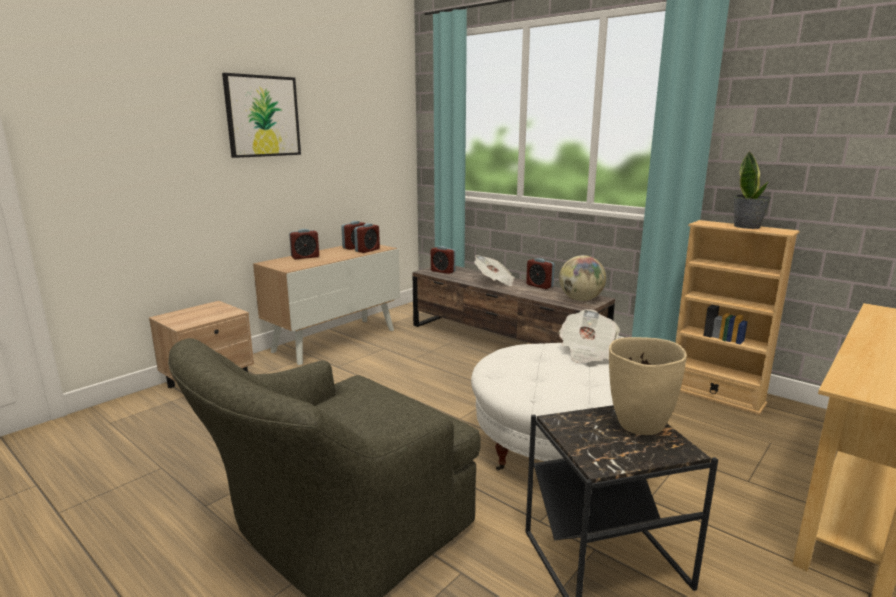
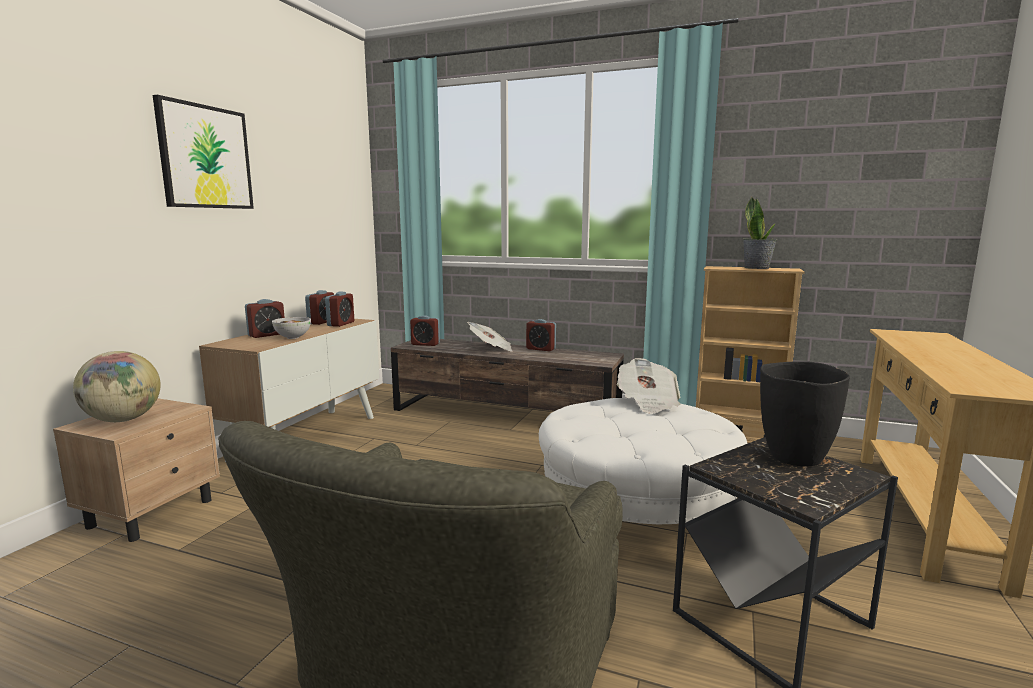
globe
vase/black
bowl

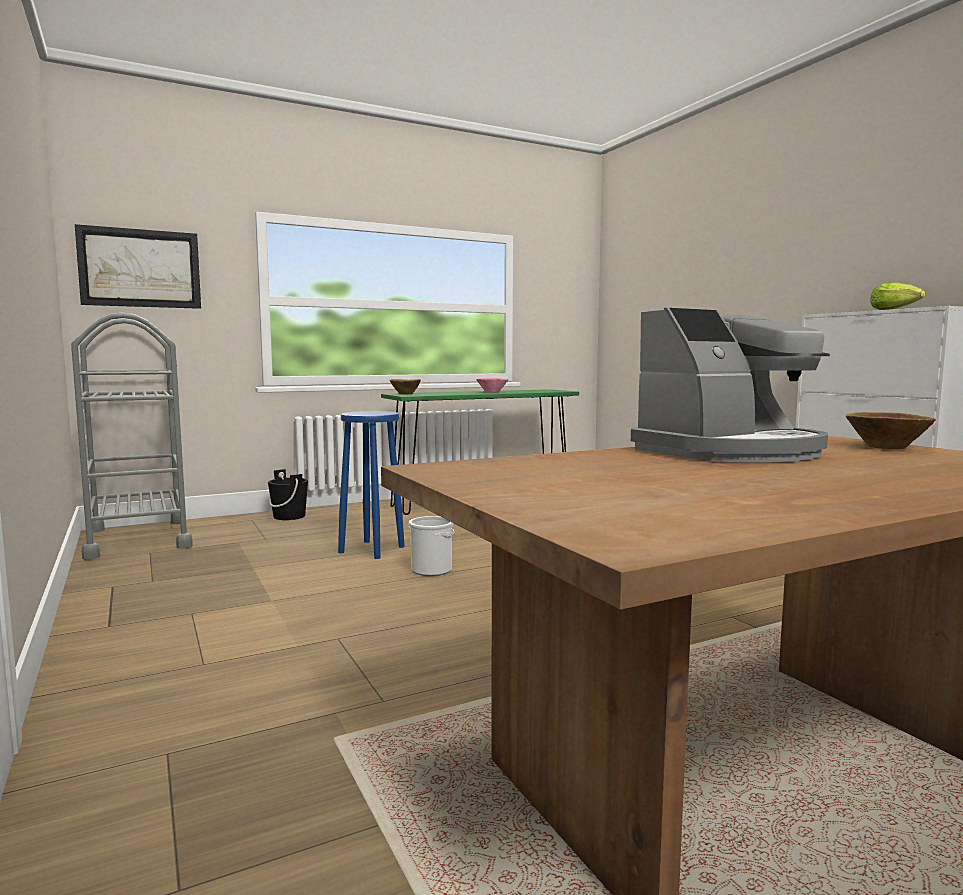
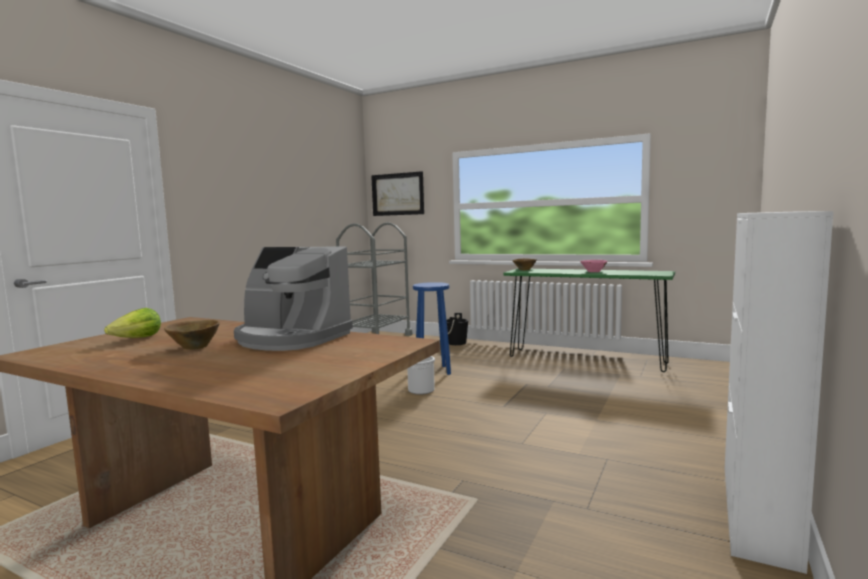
lettuce
bowl/brown (1st from left)

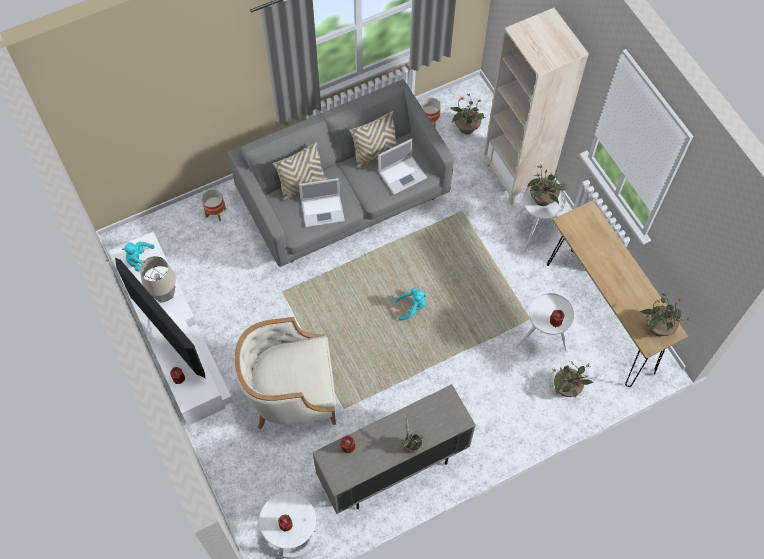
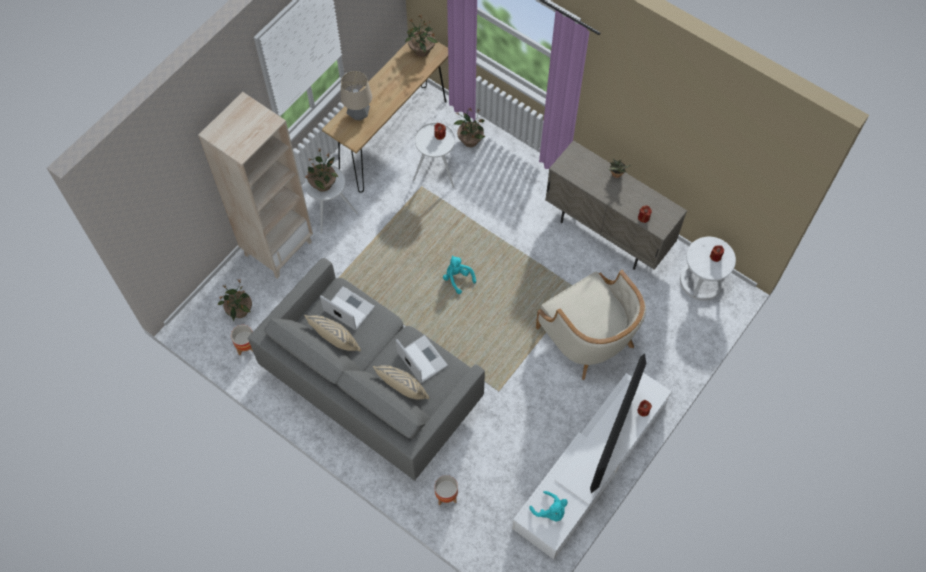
table lamp

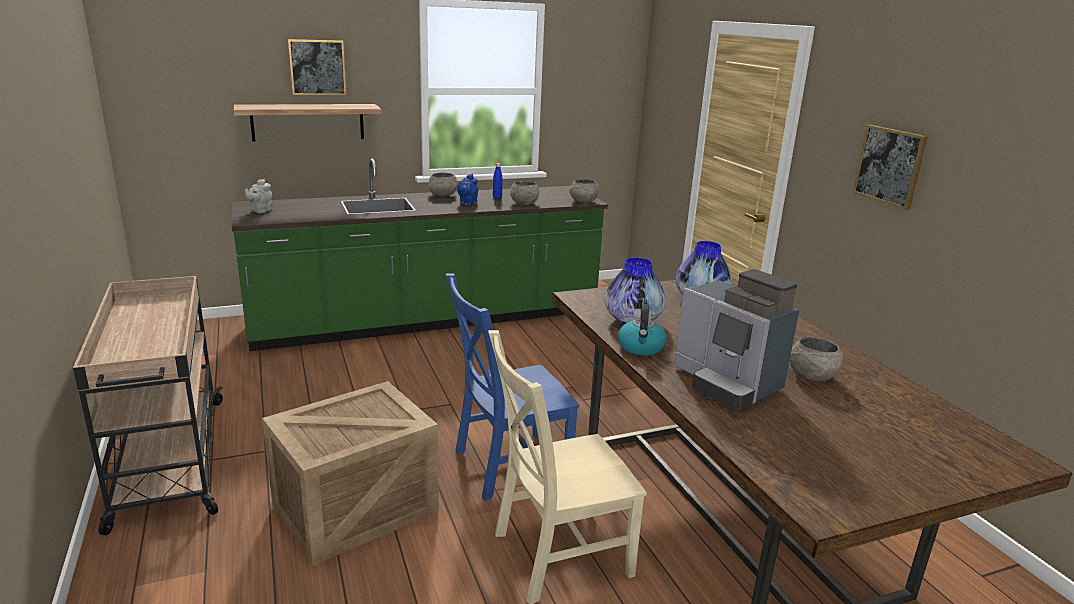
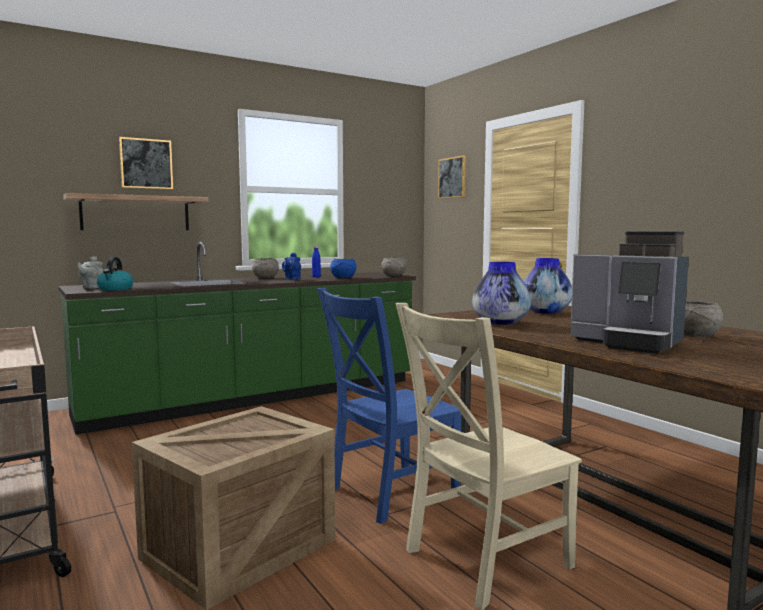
picture (2nd from left)
bowl/blue
kettle

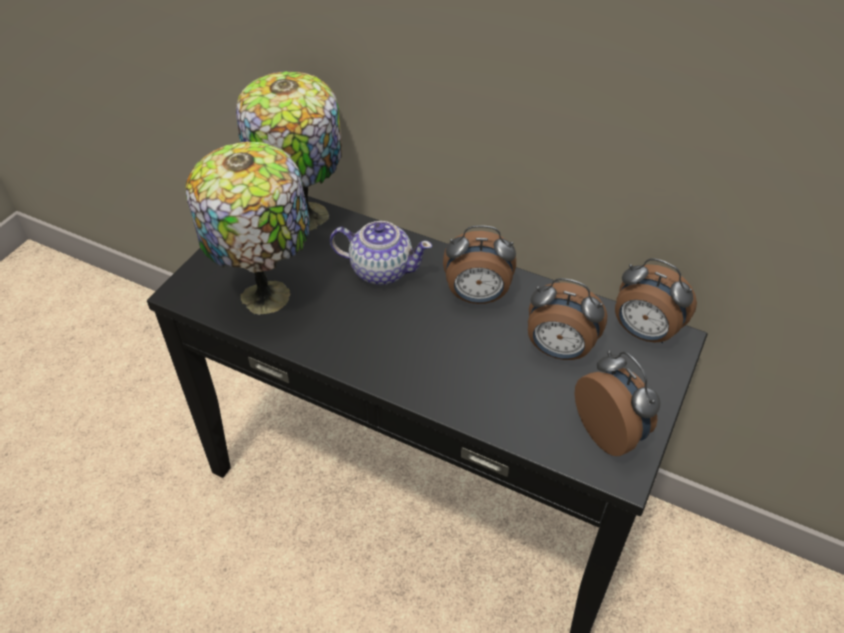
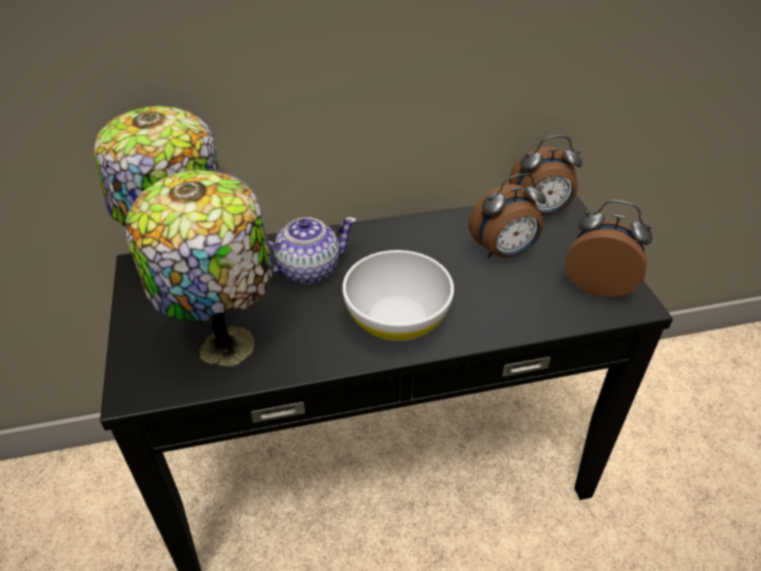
alarm clock (1st from left in the first image)
bowl/white

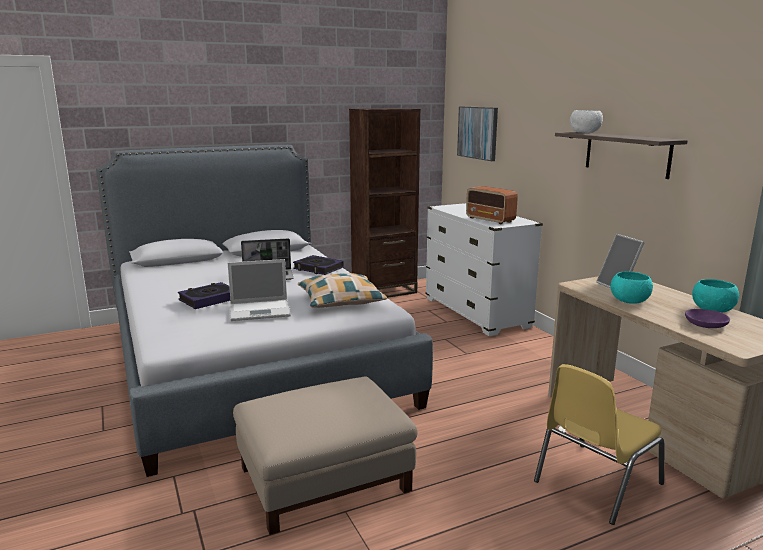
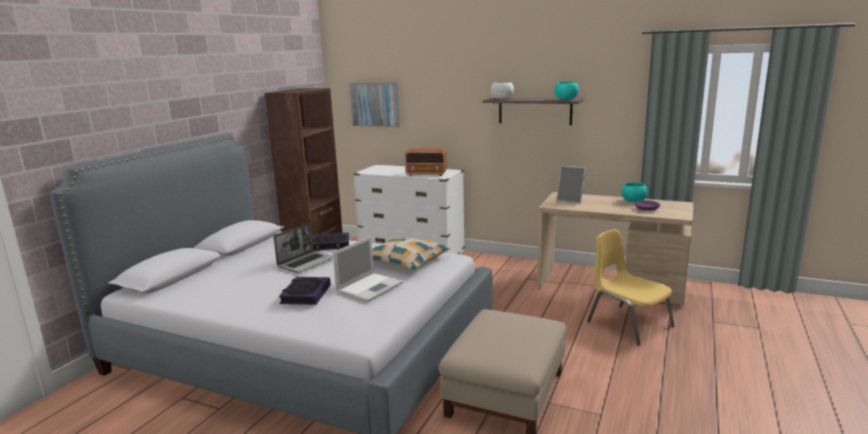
bowl/turquoise (1st from left)
chair/yellow

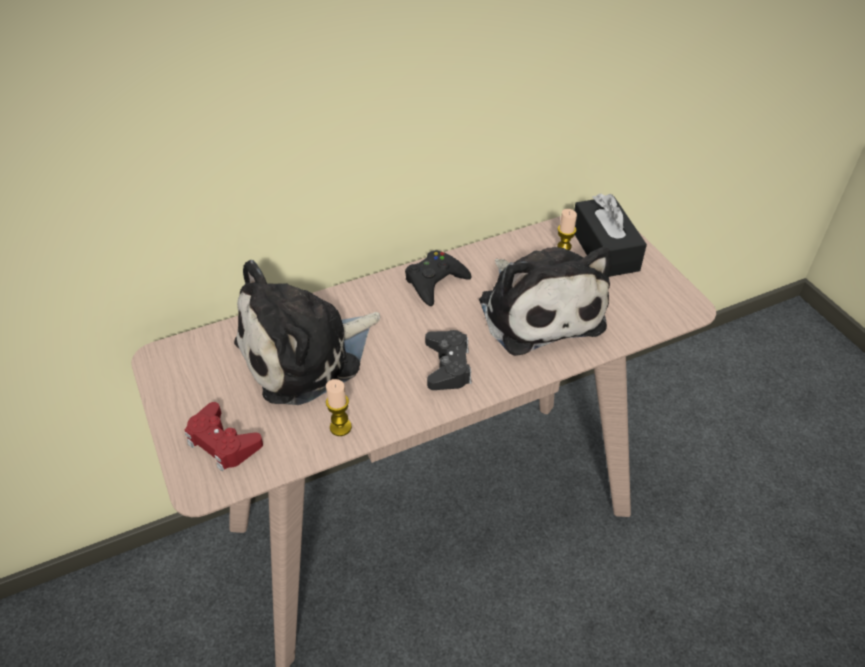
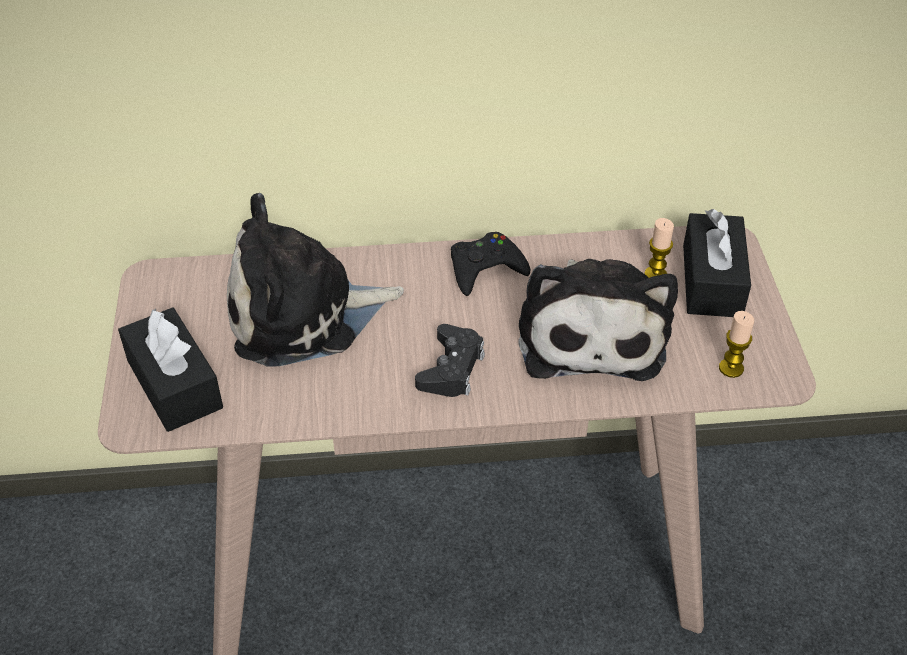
candle (2nd from left)
tissue box/black (1st from left)

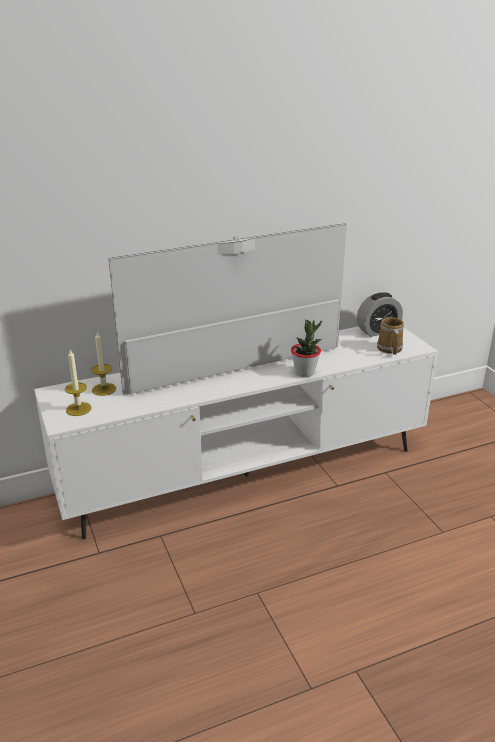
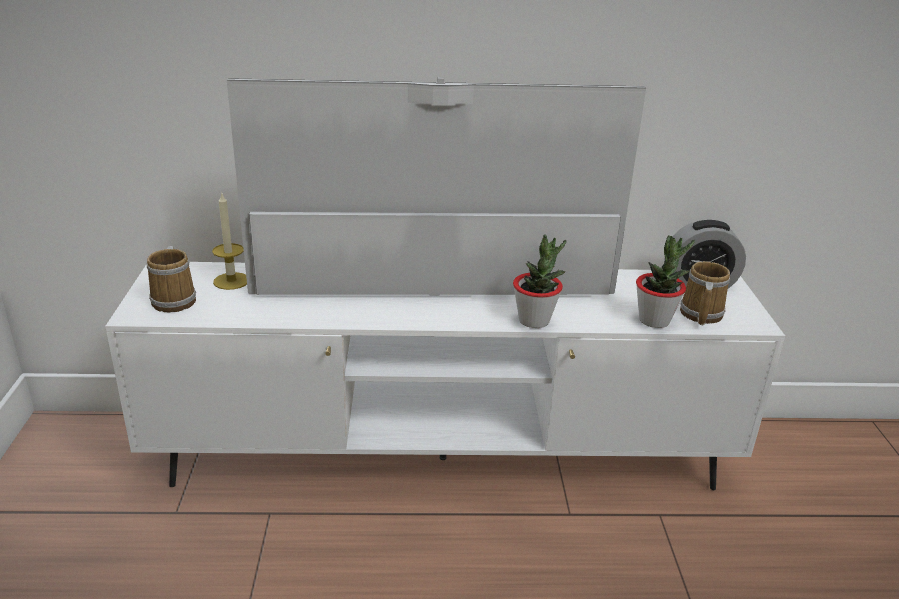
mug (1st from left)
potted plant (2nd from left)

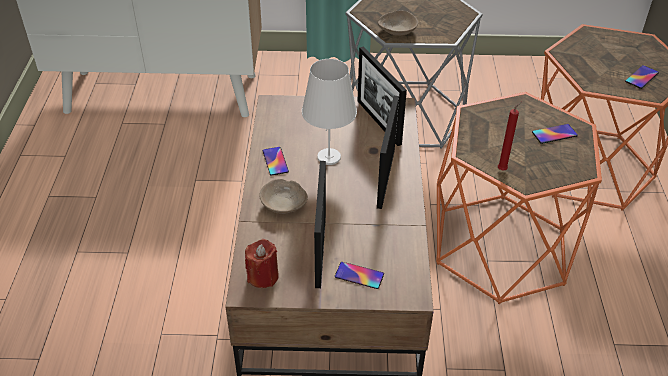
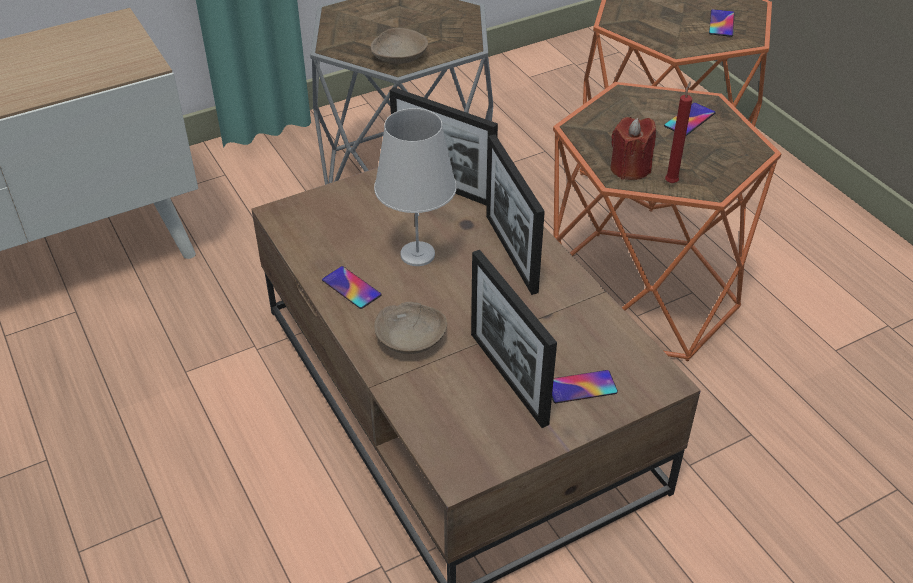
candle/red (1st from left)

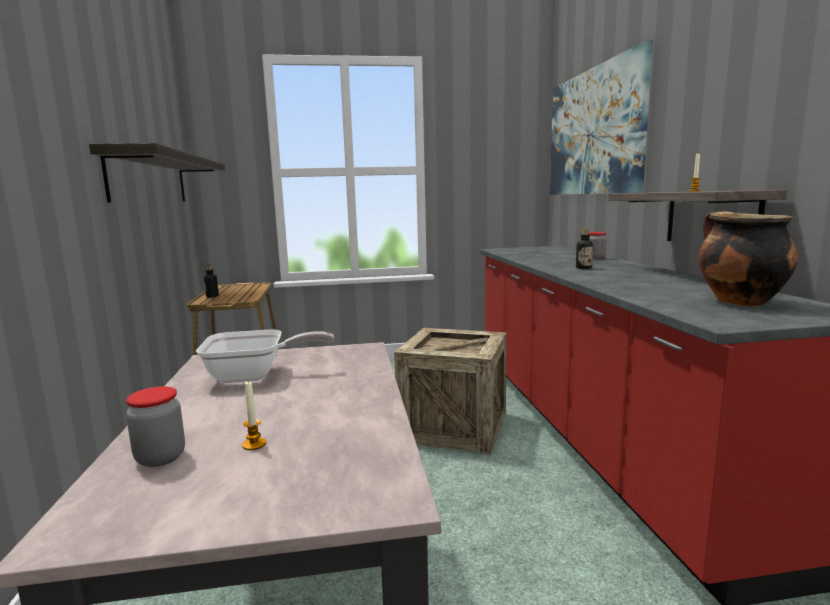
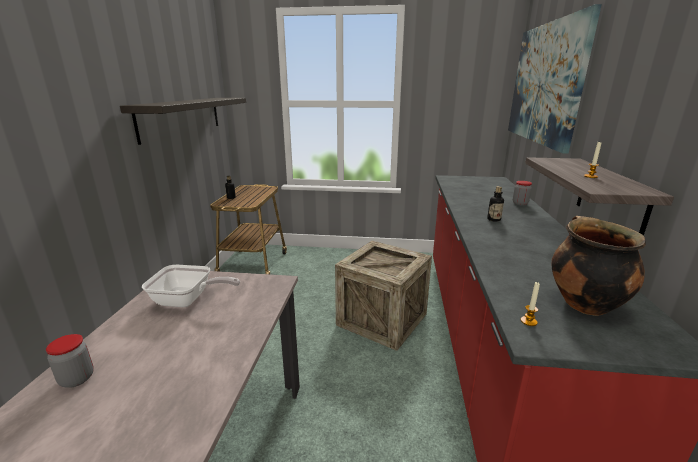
candle (1st from left)

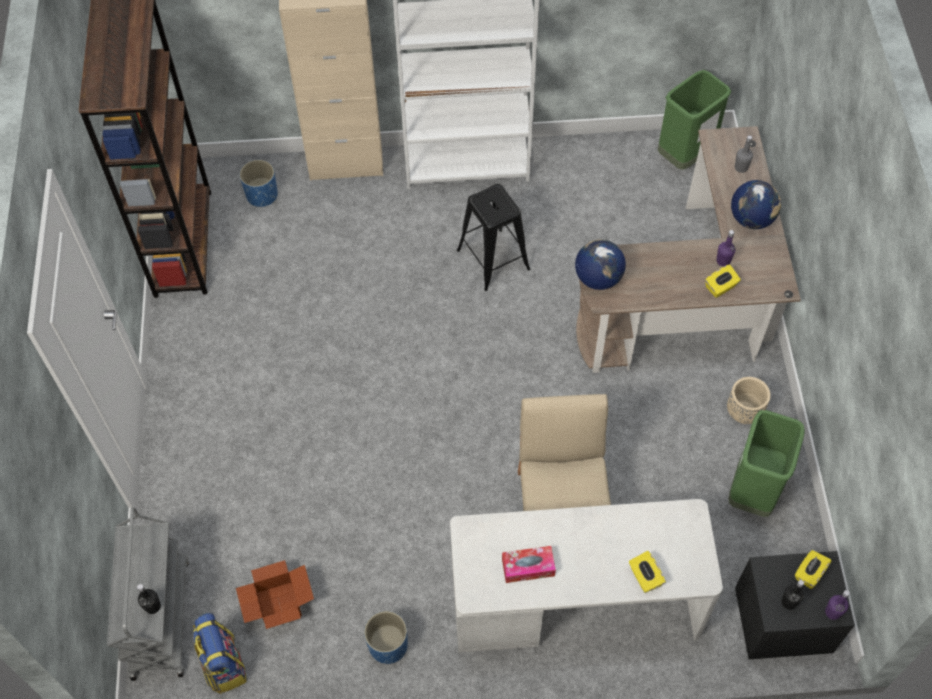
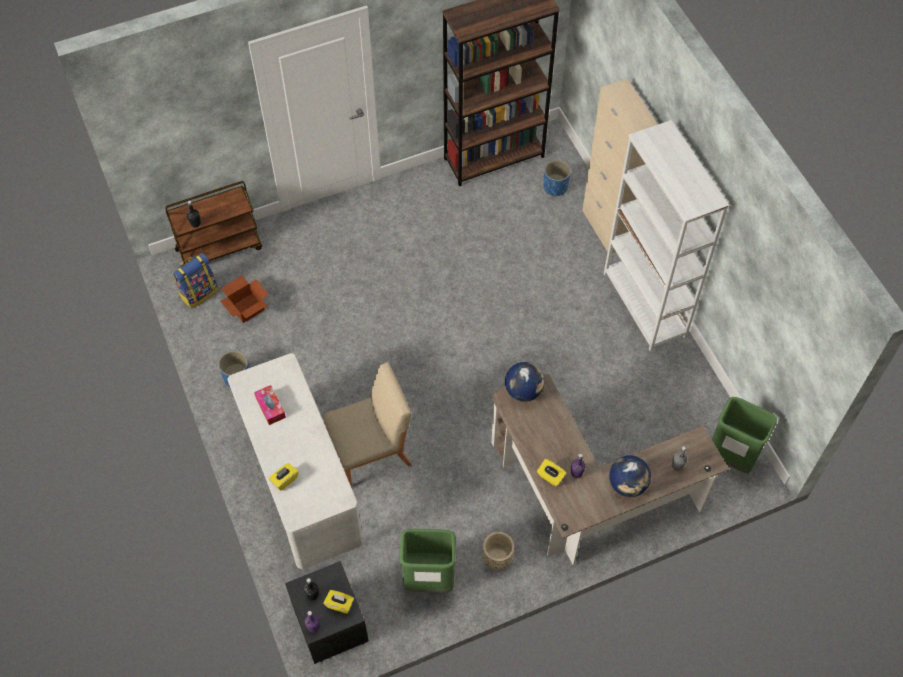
stool/black
cart/brown

